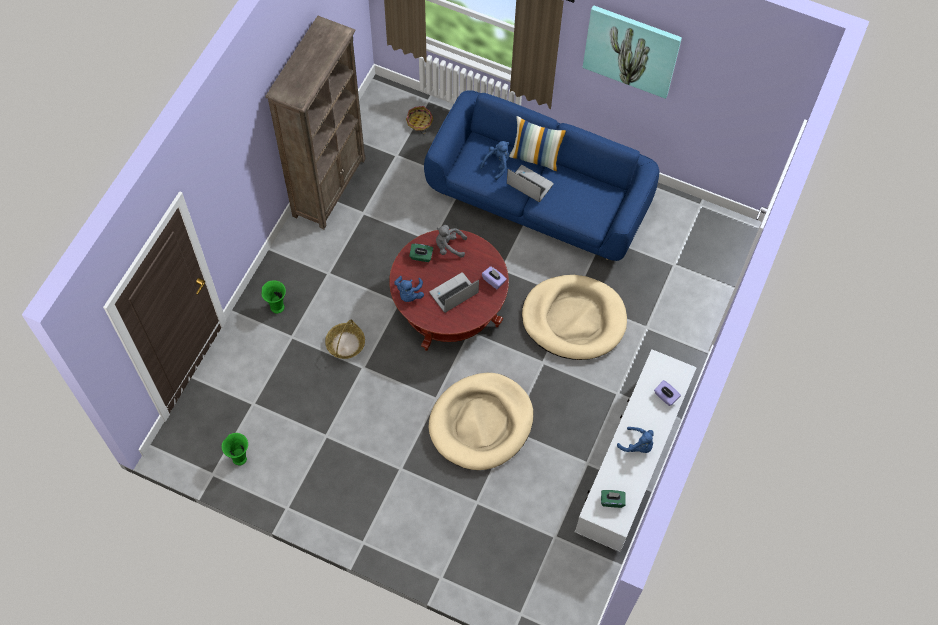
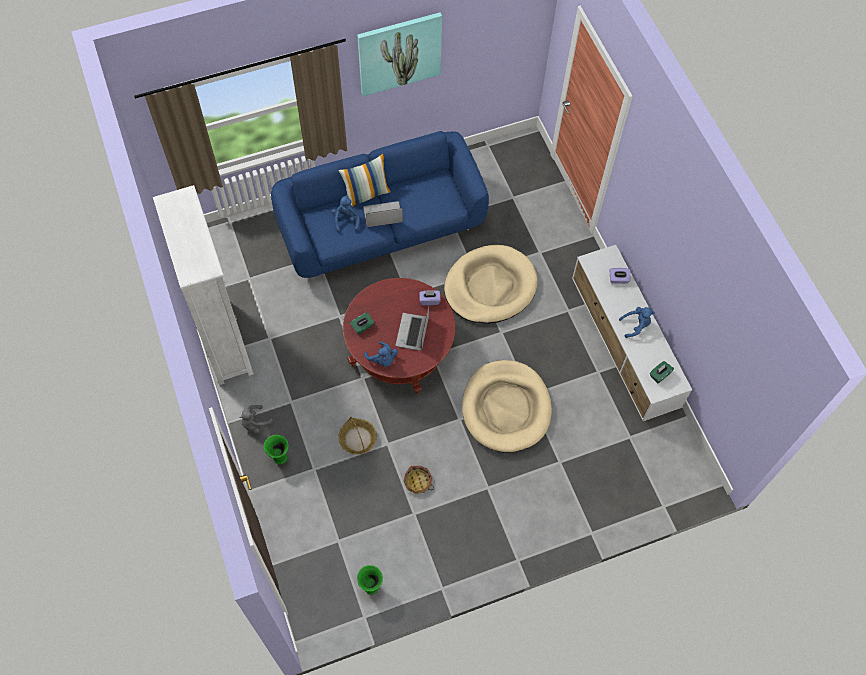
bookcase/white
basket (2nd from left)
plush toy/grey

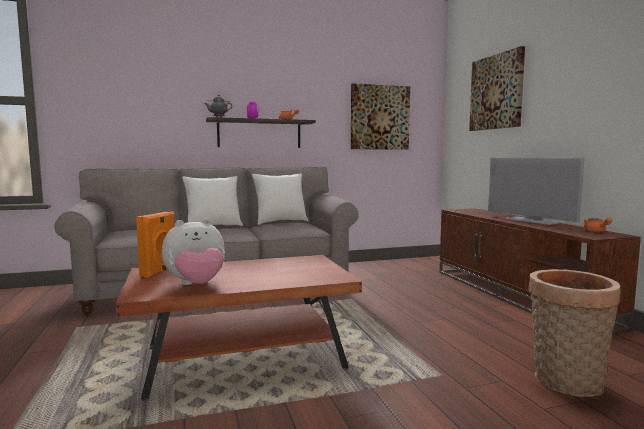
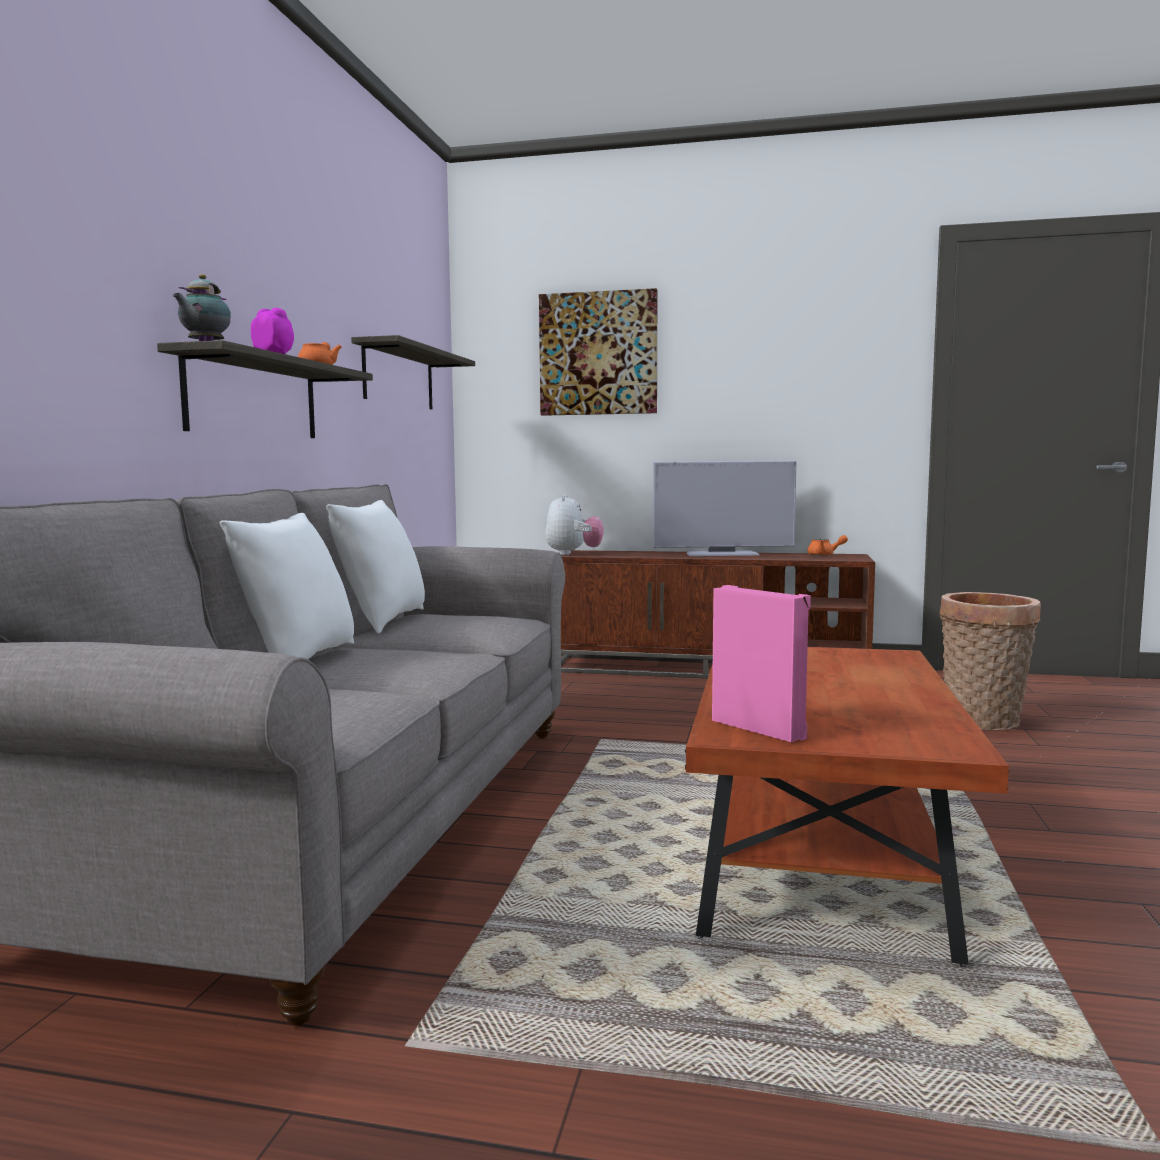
shelf (2nd from left)
speaker/pink
plush toy

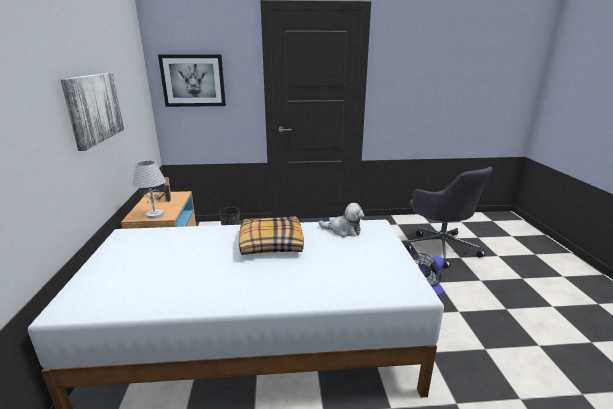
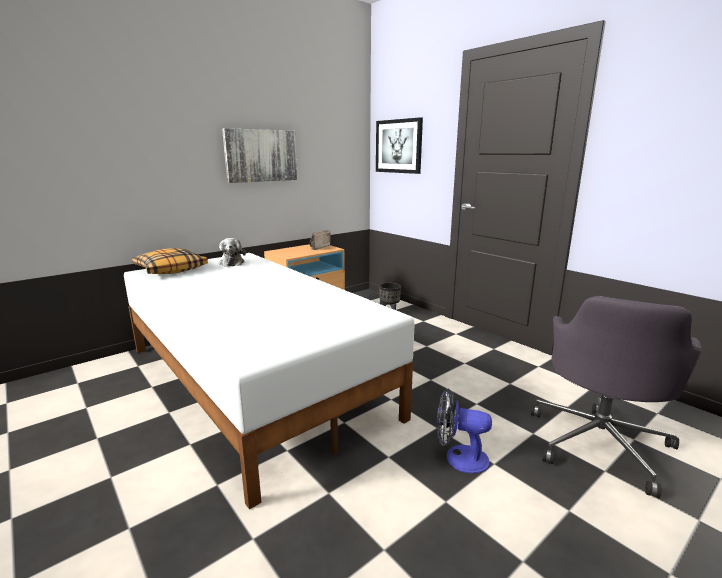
table lamp/white
plush toy
pillow

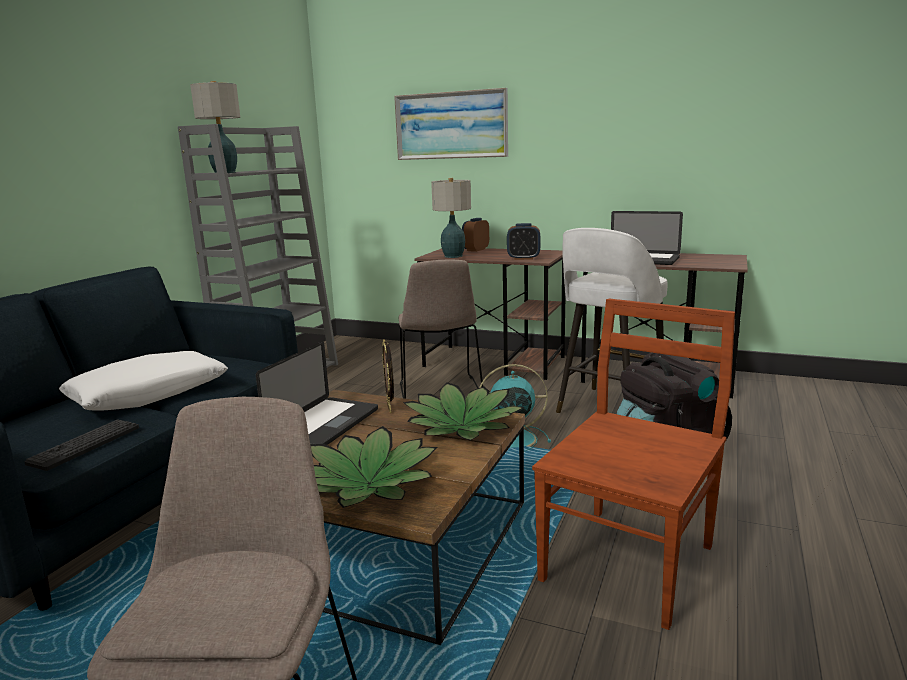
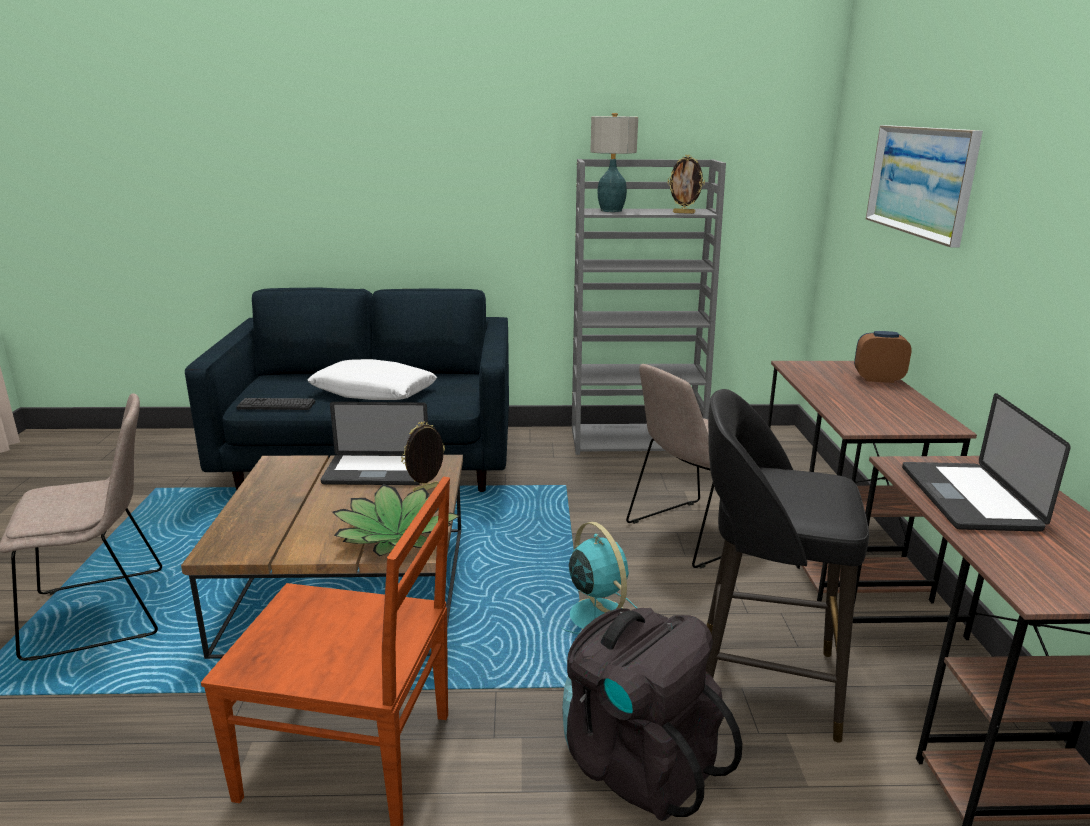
table lamp (2nd from left in the first image)
alarm clock (2nd from left in the first image)
stool/black
potted plant (1st from left in the first image)
picture frame (2nd from left)

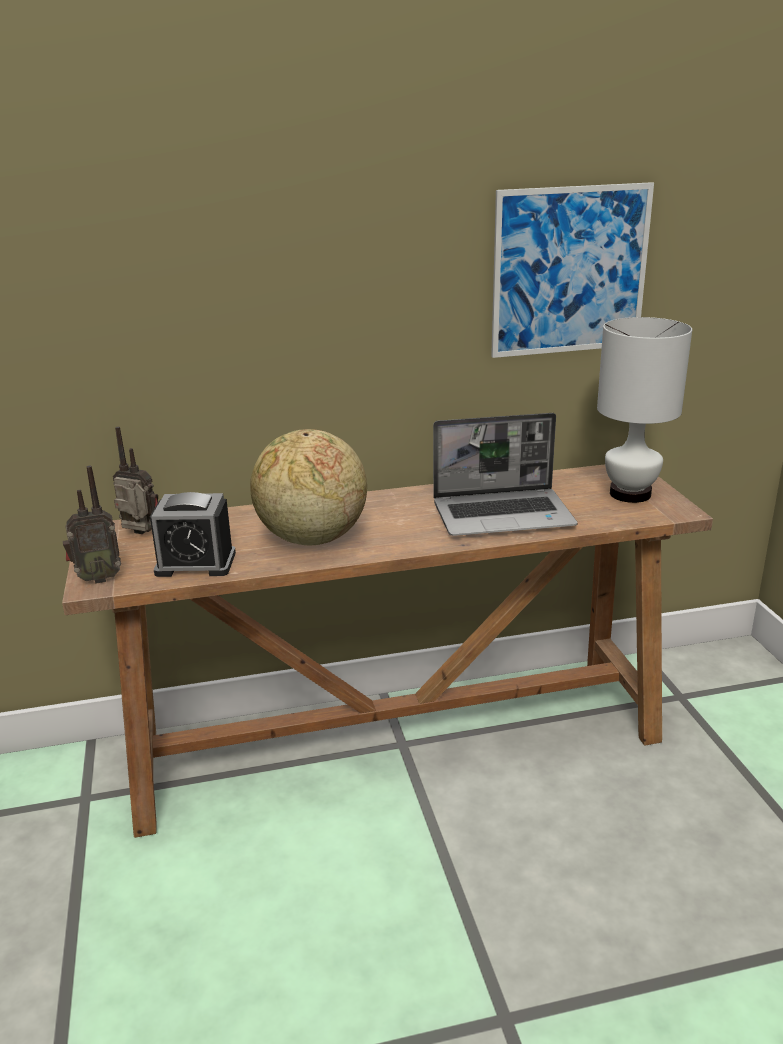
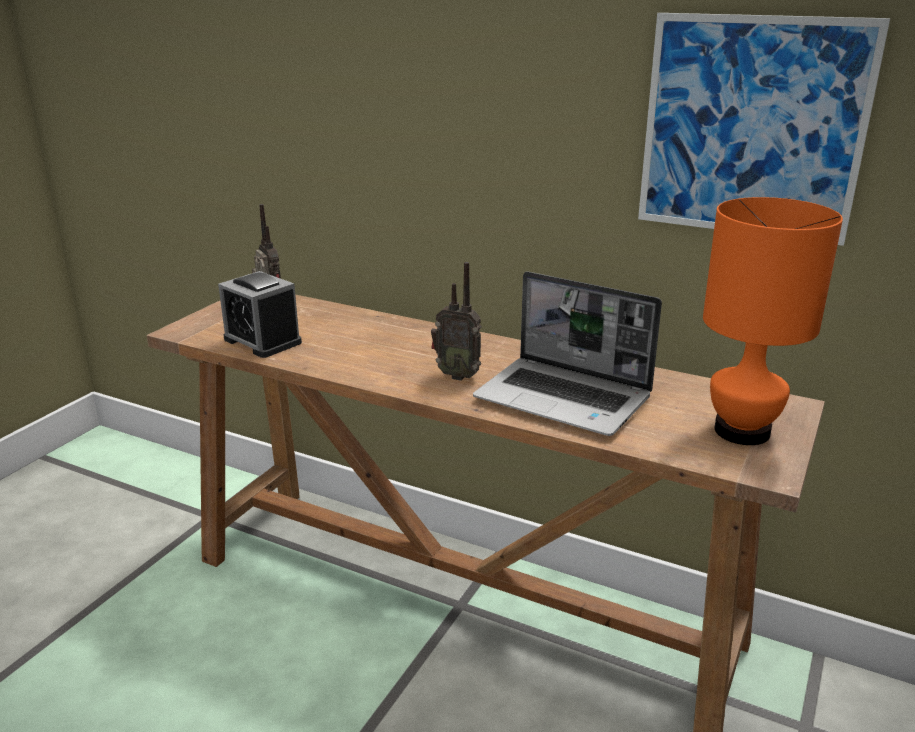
table lamp/orange
globe
radio (2nd from left)

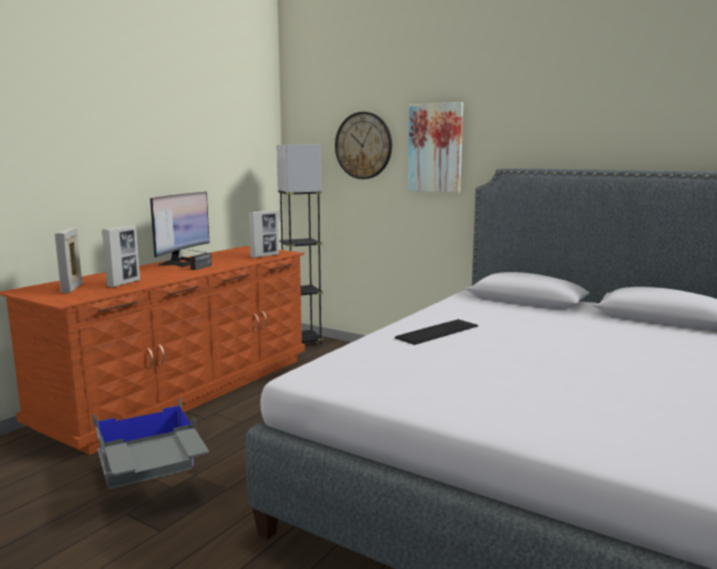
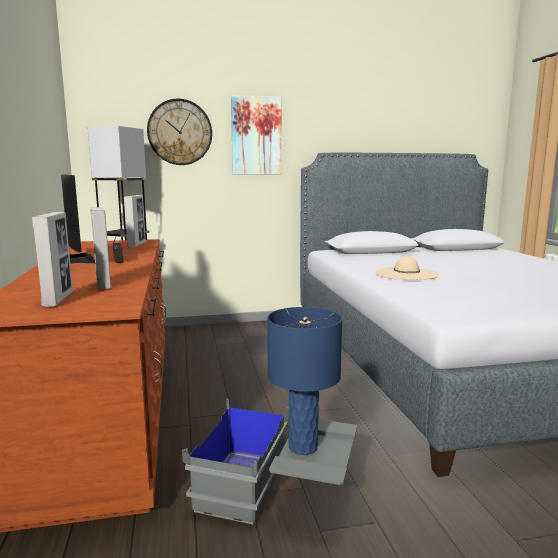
picture frame (1st from left)
hat/beige
table lamp/blue

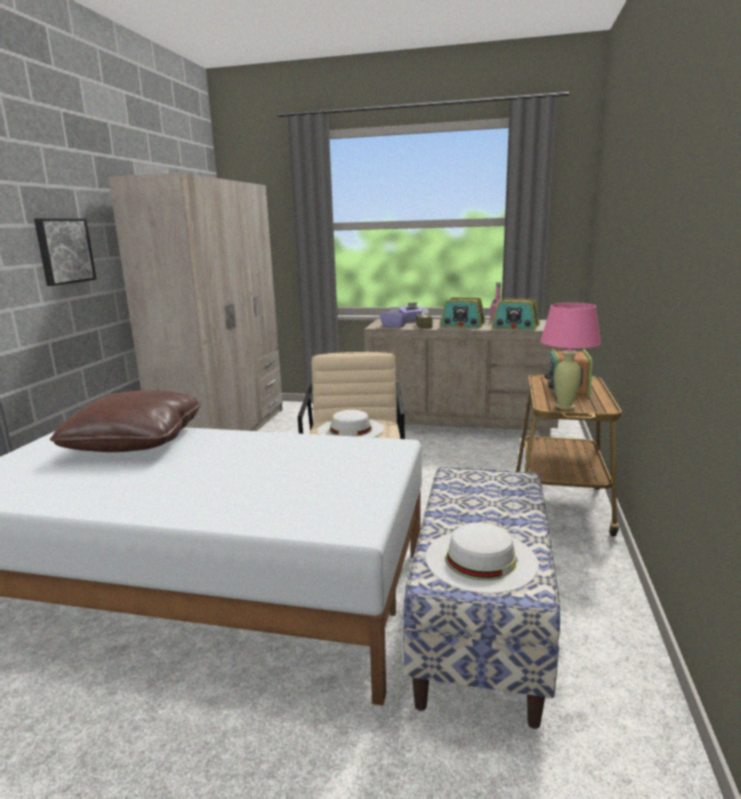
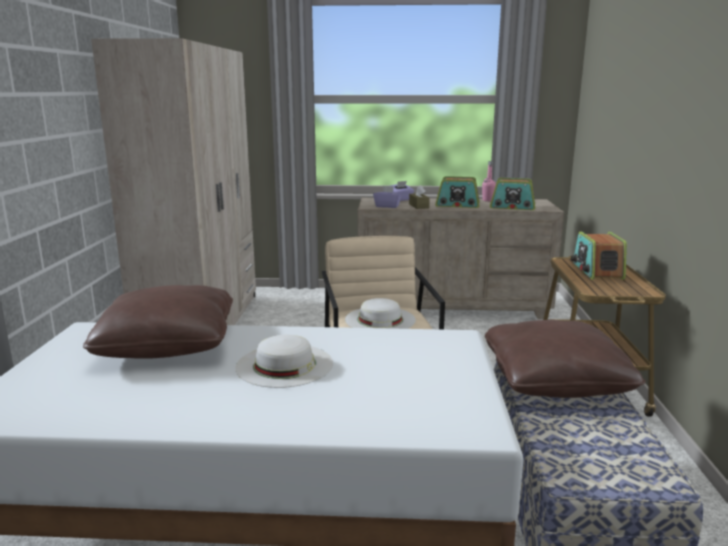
picture
table lamp/pink
hat/white (1st from left)
pillow/brown (2nd from left)

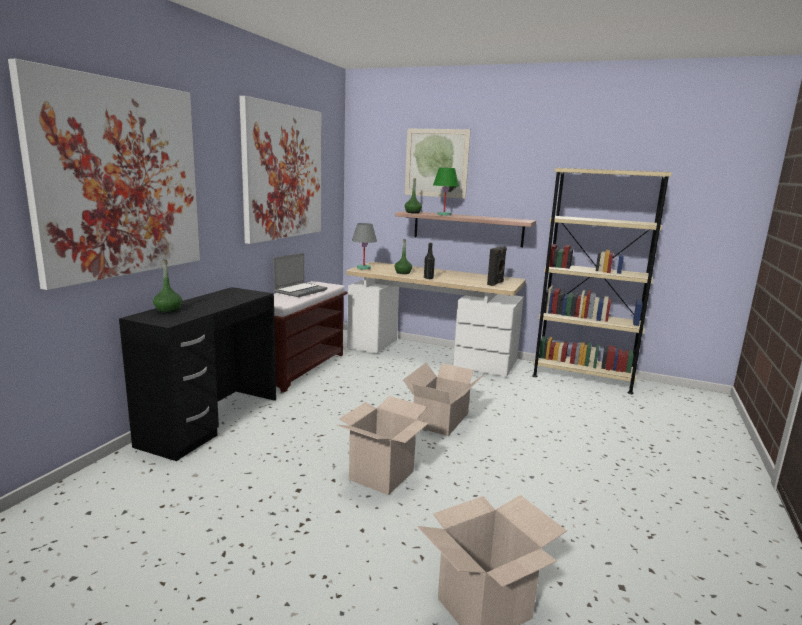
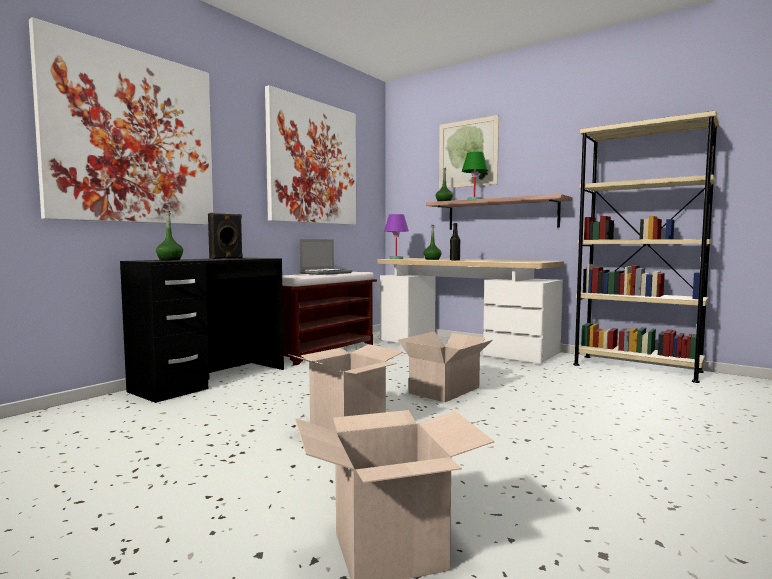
table lamp/purple
speaker/black

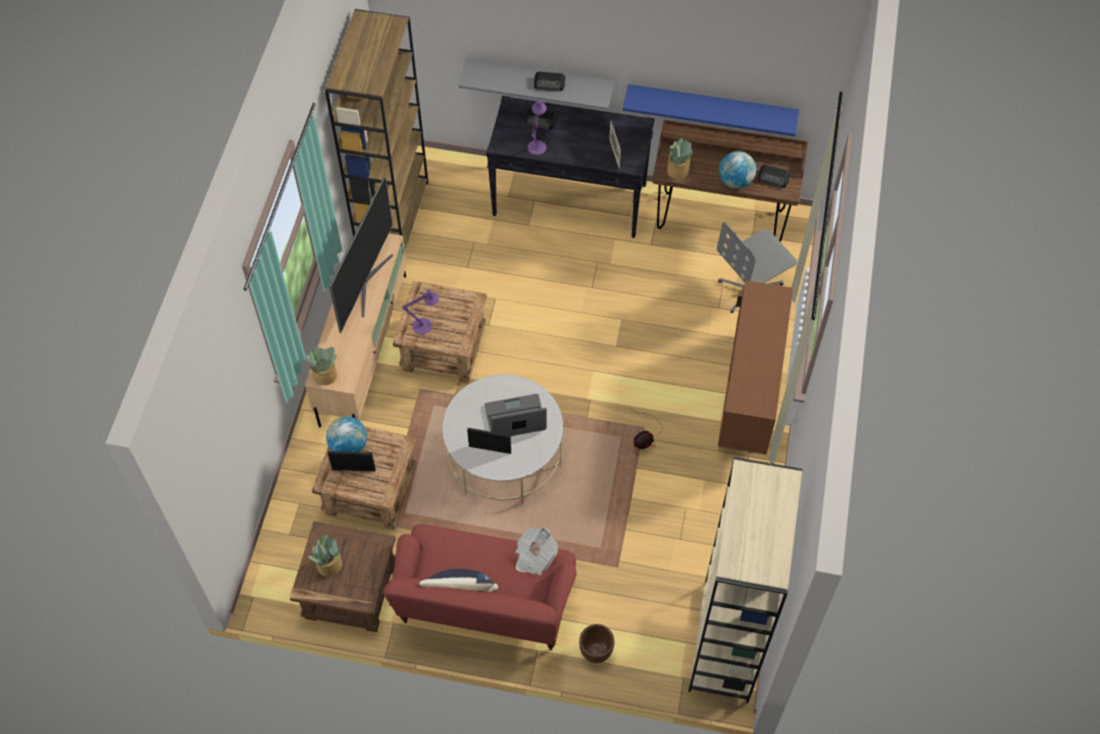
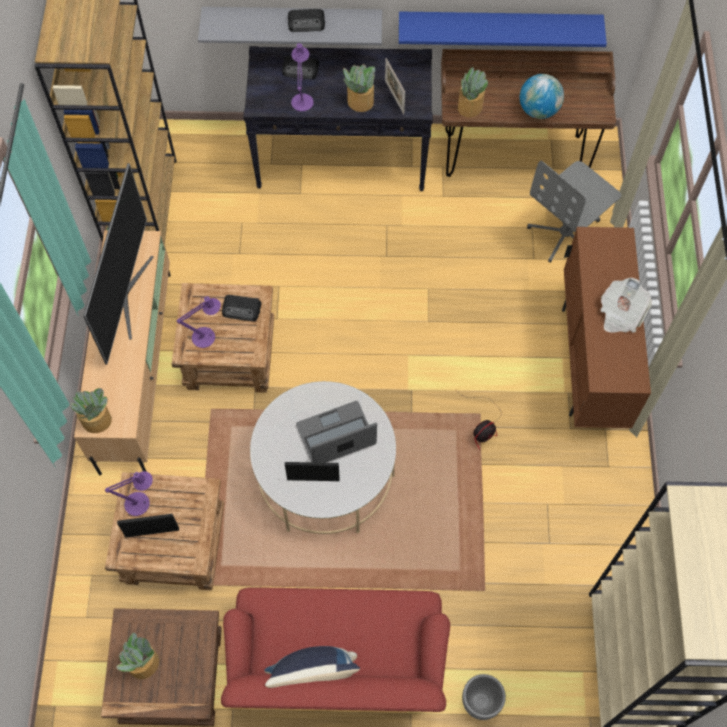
radio (1st from left)
table lamp/purple (1st from left)
newspaper
planter/grey
potted plant (3rd from left)

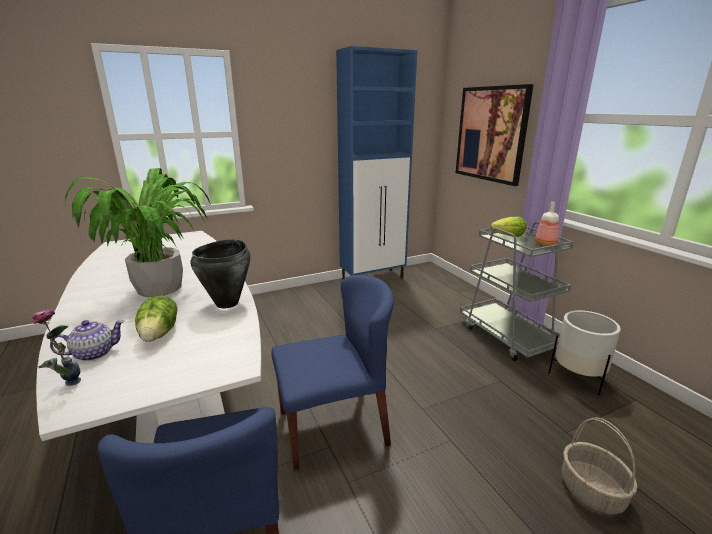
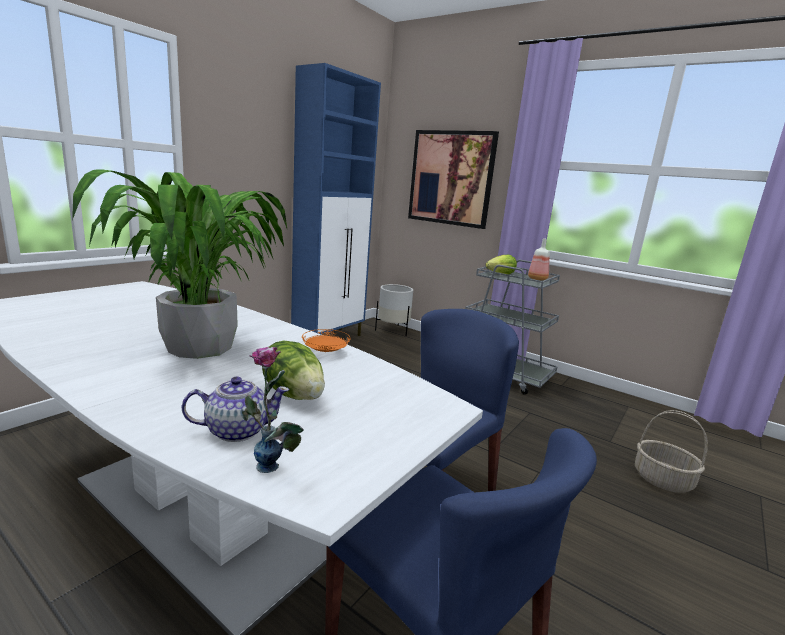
plate/orange
planter/white
teapot

